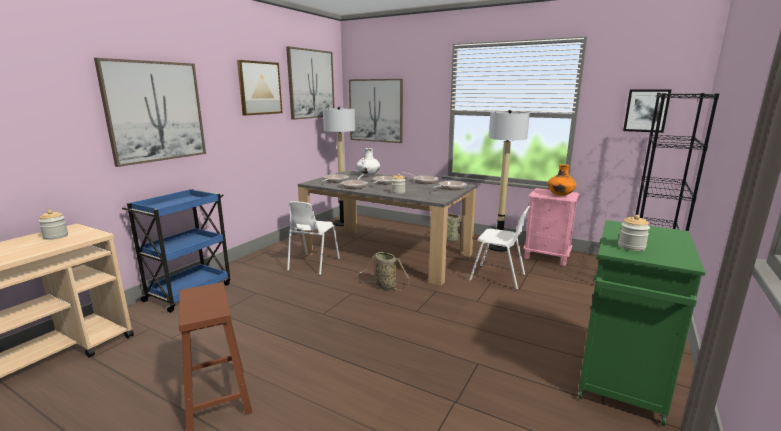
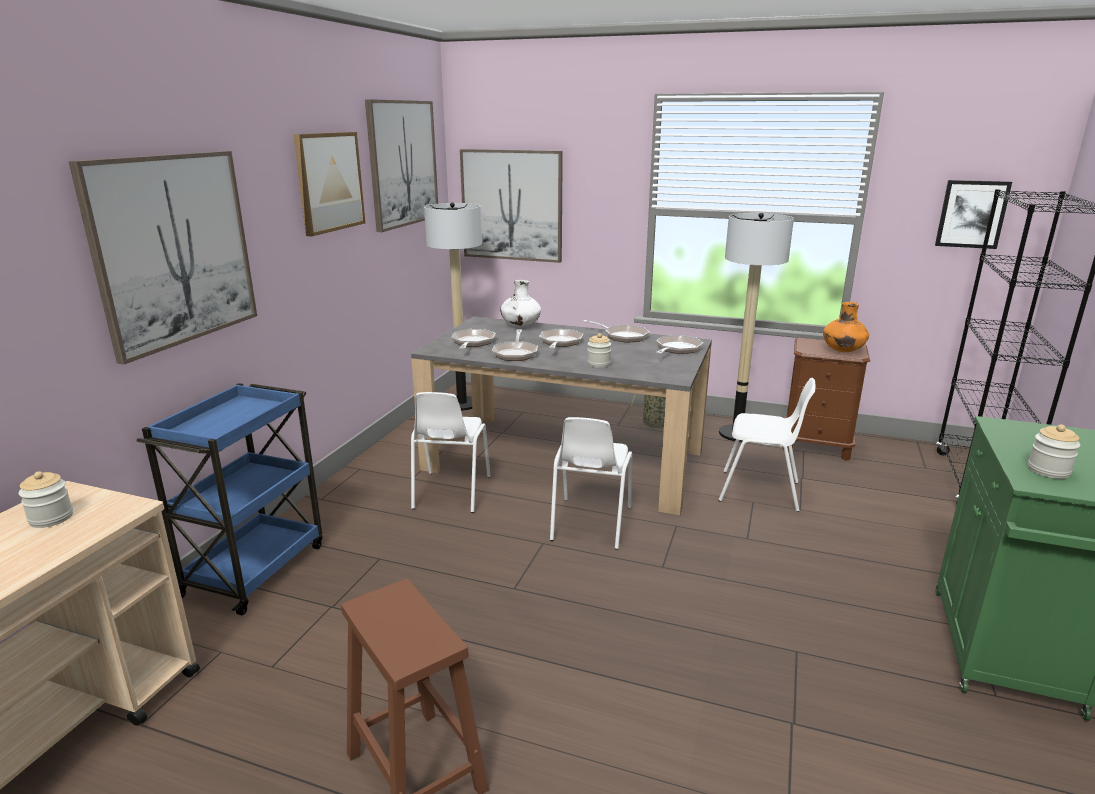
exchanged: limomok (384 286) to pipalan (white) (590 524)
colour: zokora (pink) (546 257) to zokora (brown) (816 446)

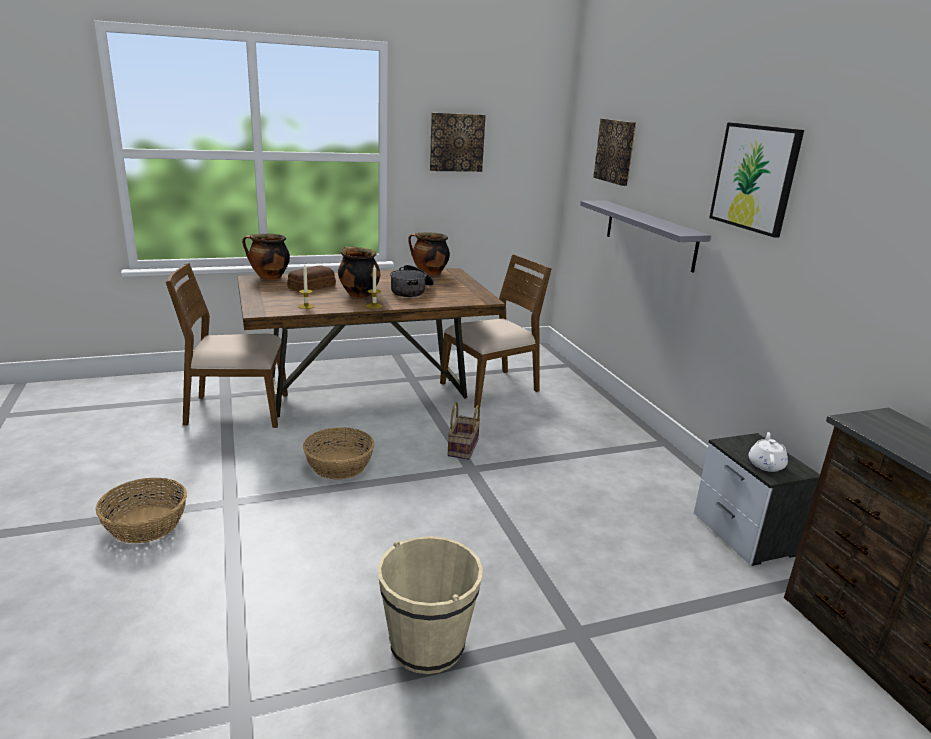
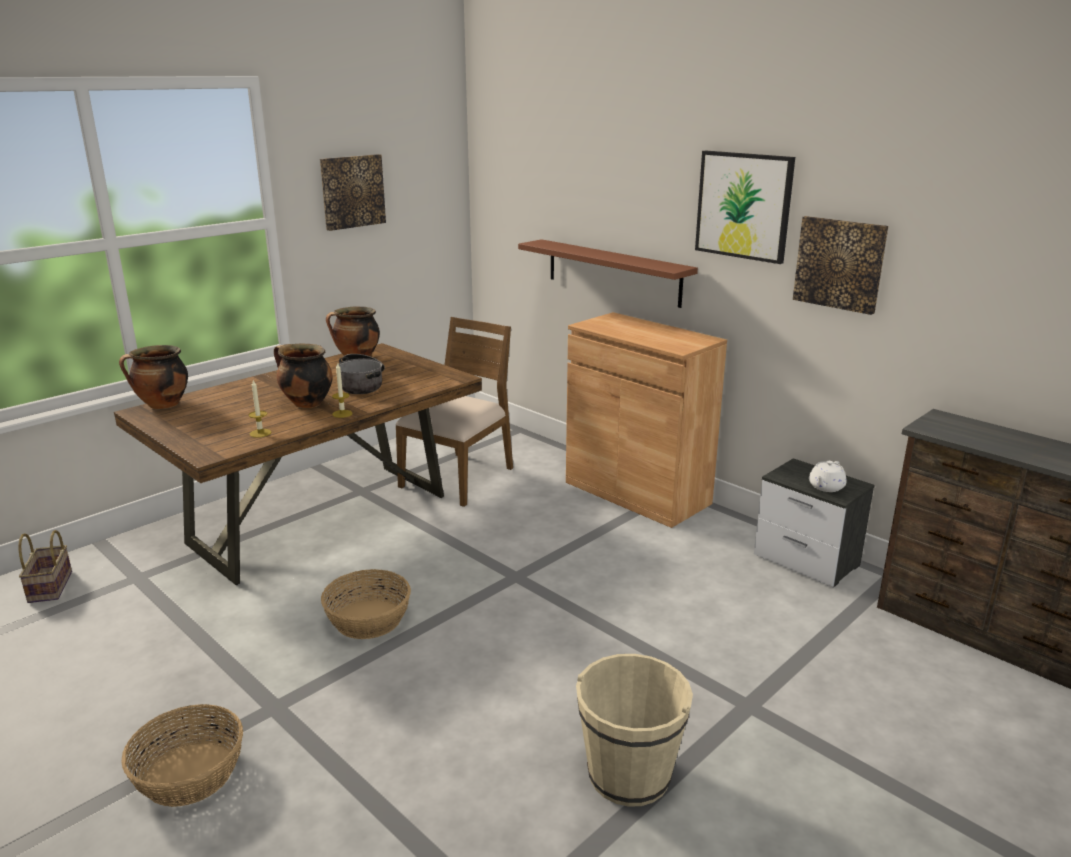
missing: pipalan (brown) (236 410); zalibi (310 287)
appeared: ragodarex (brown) (637 493)
relocated: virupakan (615 151) to (840 264); limomok (463 448) to (51 587)
colour: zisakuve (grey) (649 234) to zisakuve (brown) (613 272)
spun: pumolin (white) (766 464) = (825 487) 135 degrees counterclockwise

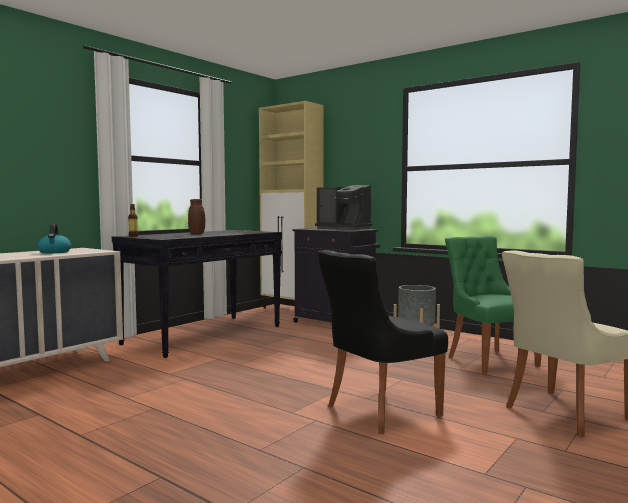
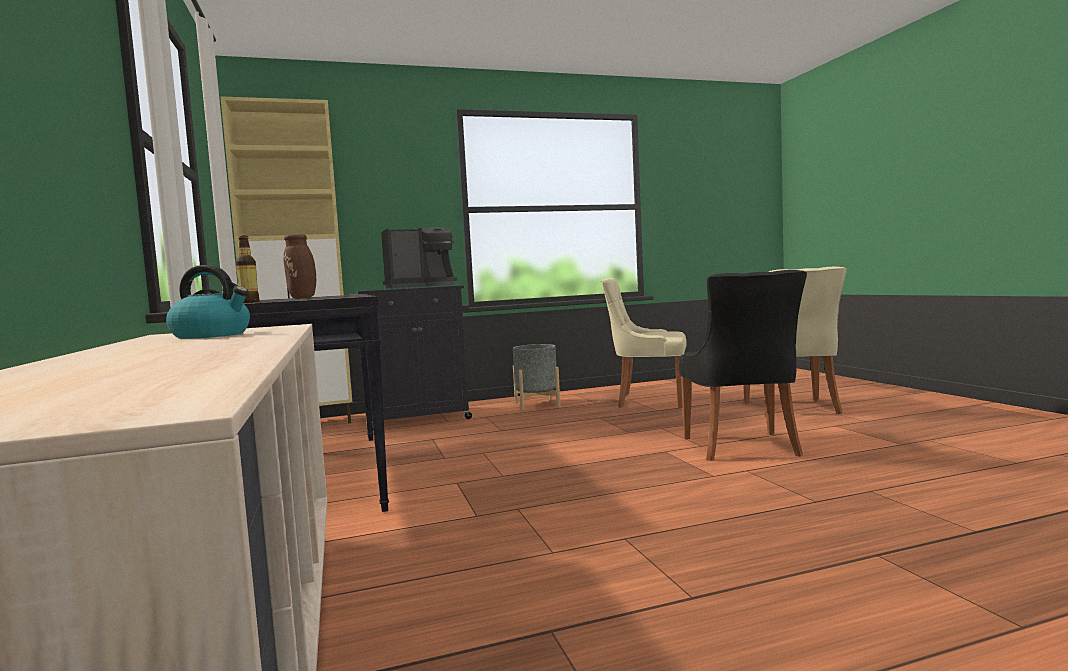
colour: pipalan (green) (489 361) to pipalan (beige) (647 400)

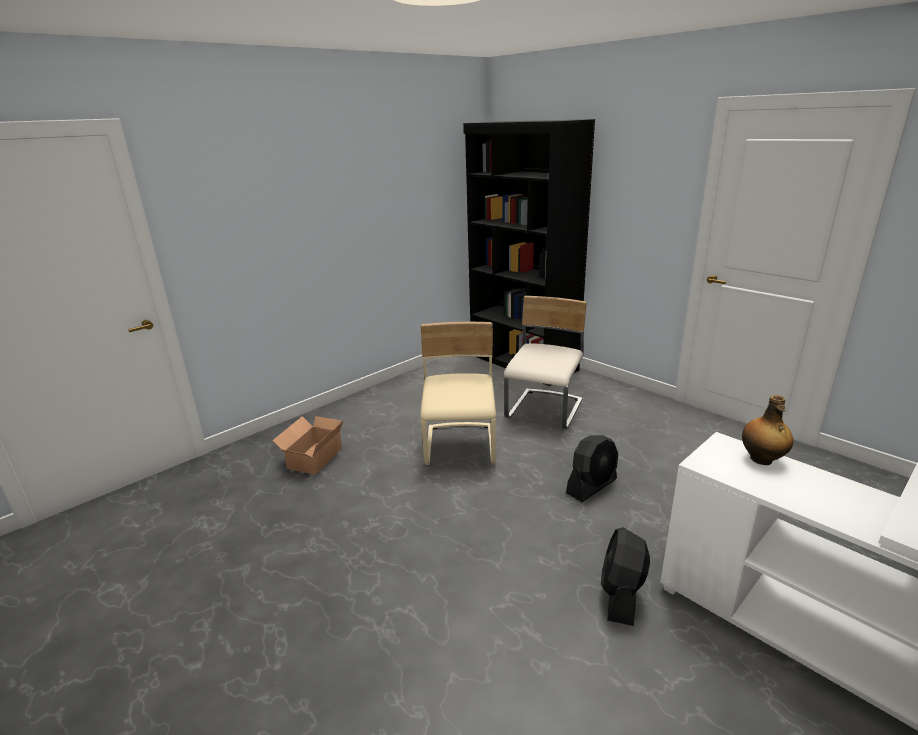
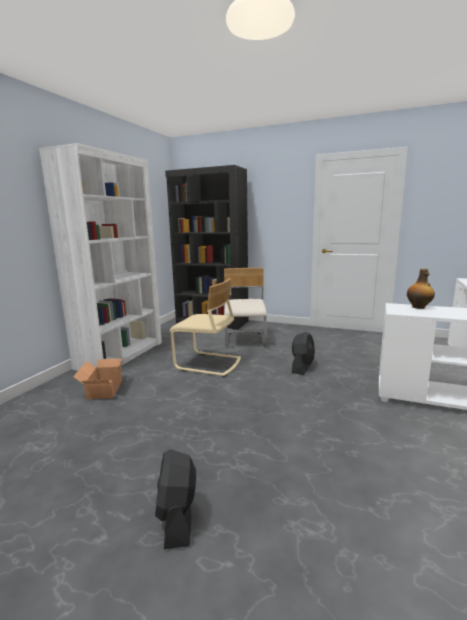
appeared: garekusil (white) (121 355)
relocated: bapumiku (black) (621 595) to (177 517)
spun: pipalan (beige) (461 446) = (208 364) 135 degrees clockwise

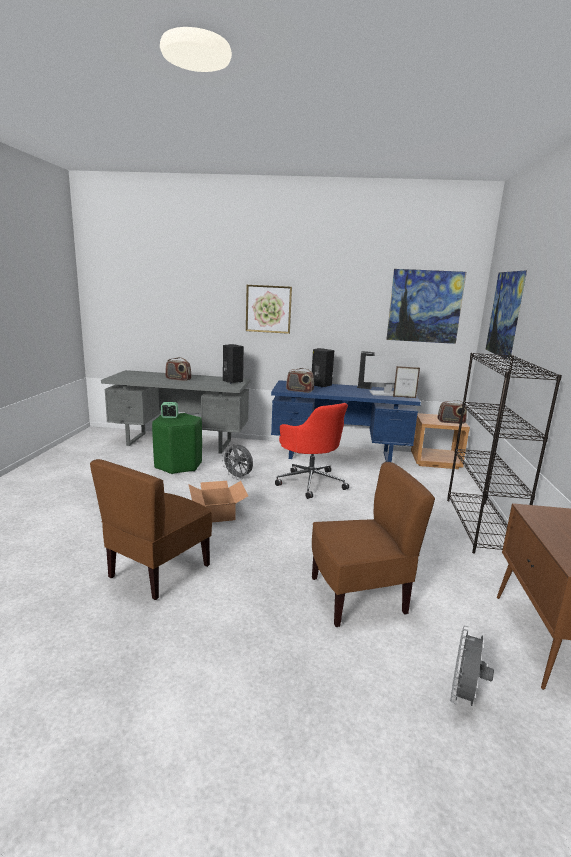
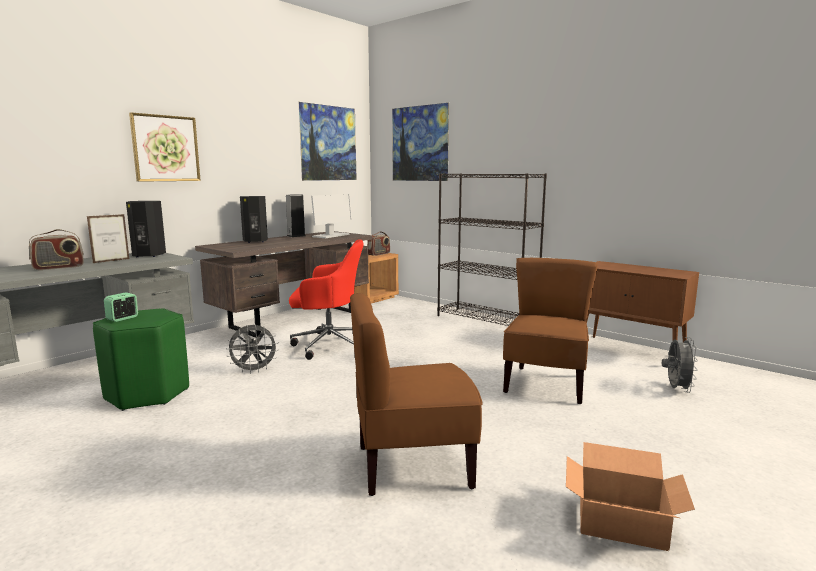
missing: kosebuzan (299 390)
relocated: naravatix (404 397) to (111 261); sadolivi (217 513) to (622 523)
colour: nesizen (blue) (340 455) to nesizen (brown) (294 319)
spun: pipalan (brown) (158 571) = (412 465) 105 degrees clockwise; bapumiku (grey) (463 697) = (676 389) 135 degrees counterclockwise

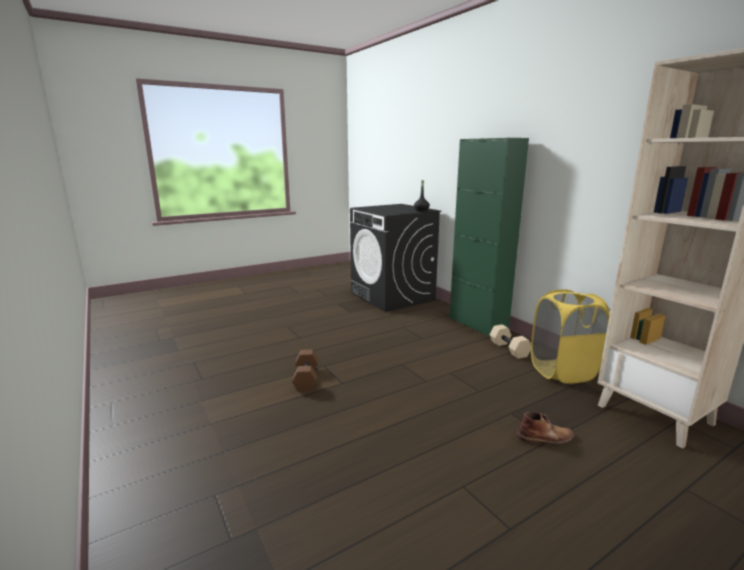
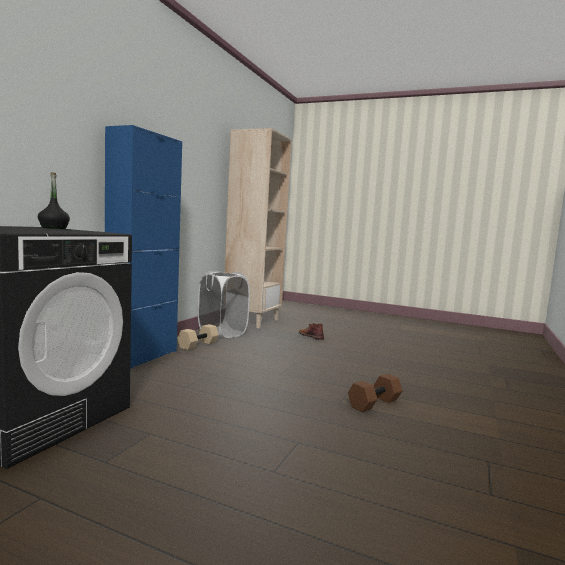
colour: ragodarex (green) (477 324) to ragodarex (blue) (142 357); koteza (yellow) (562 371) to koteza (white) (222 333)

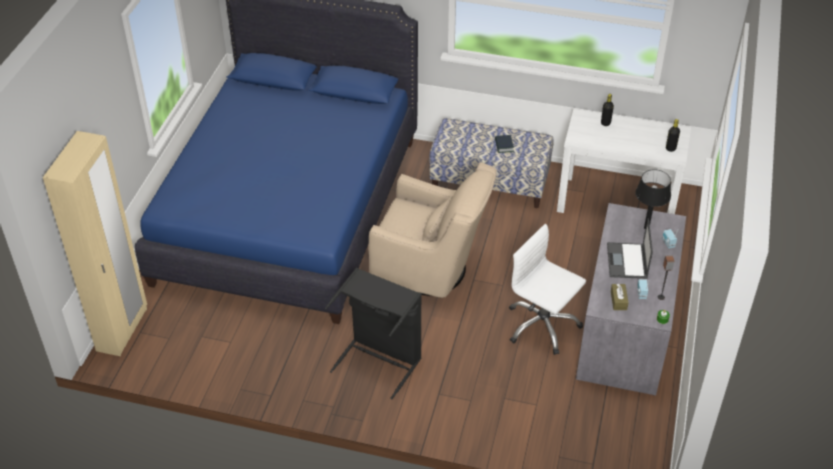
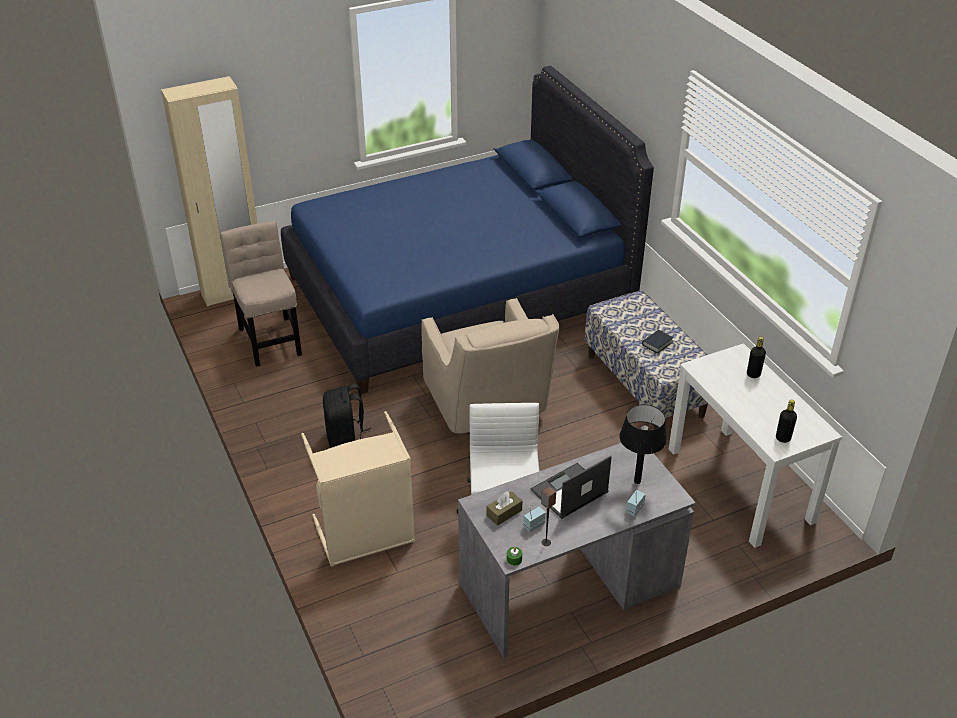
appeared: pipalan (beige) (270 339); koteza (beige) (366 537)
exchanged: koteza (black) (380 359) to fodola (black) (347 440)

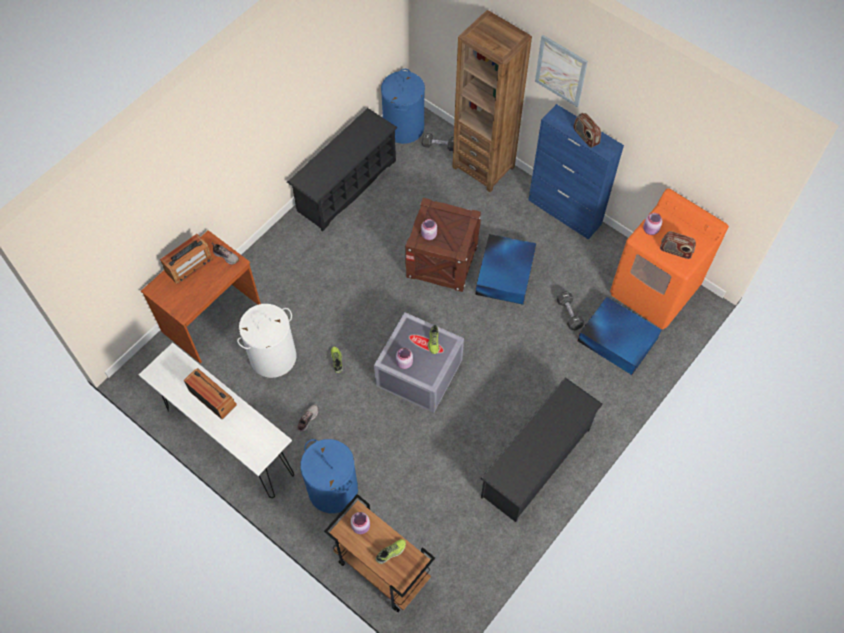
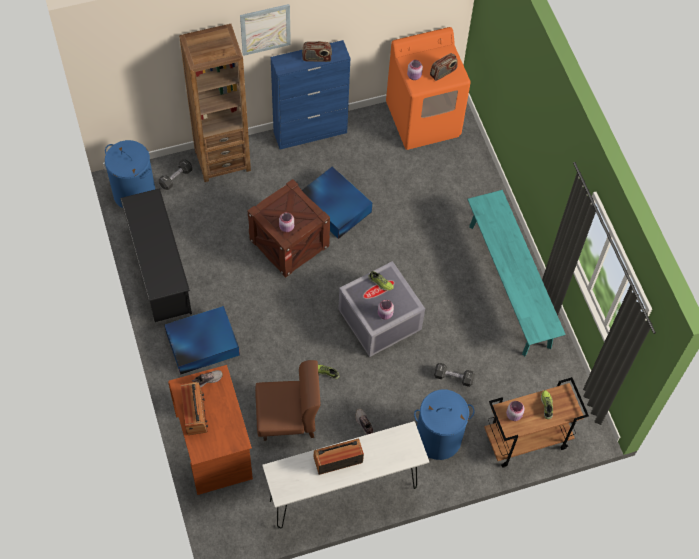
relocated: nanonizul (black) (569 314) to (453 377); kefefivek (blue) (616 339) to (201 344)
exchanged: koteza (white) (273 357) to pipalan (brown) (288 418); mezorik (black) (536 462) to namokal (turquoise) (509 285)

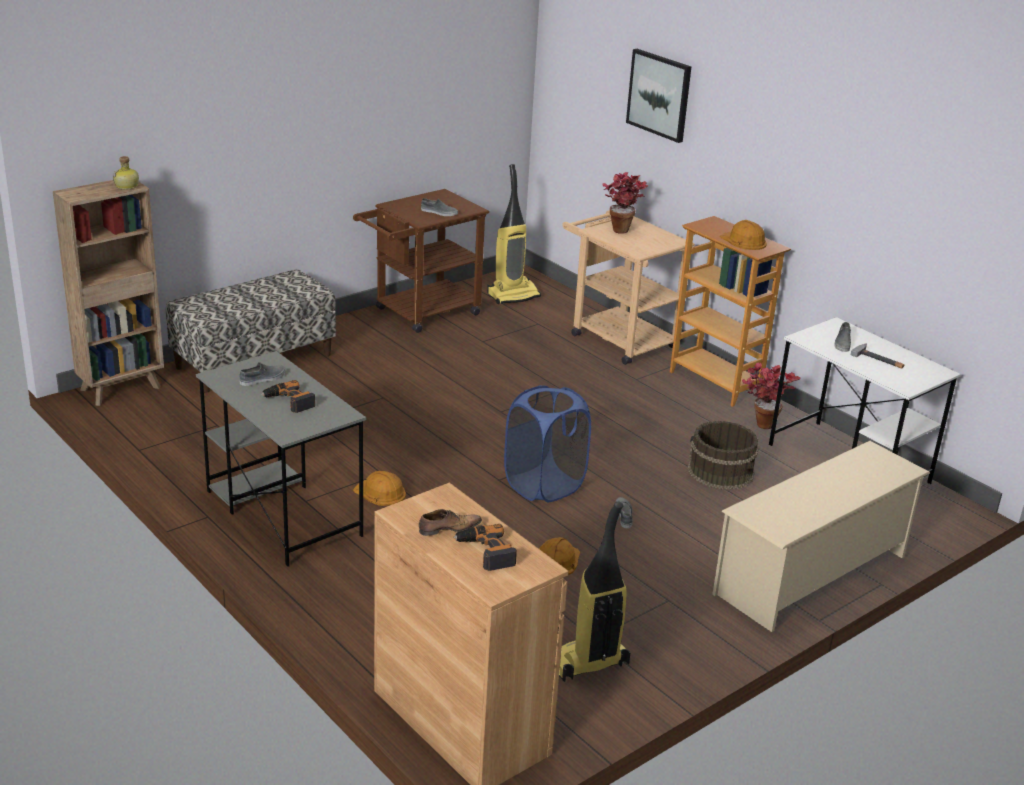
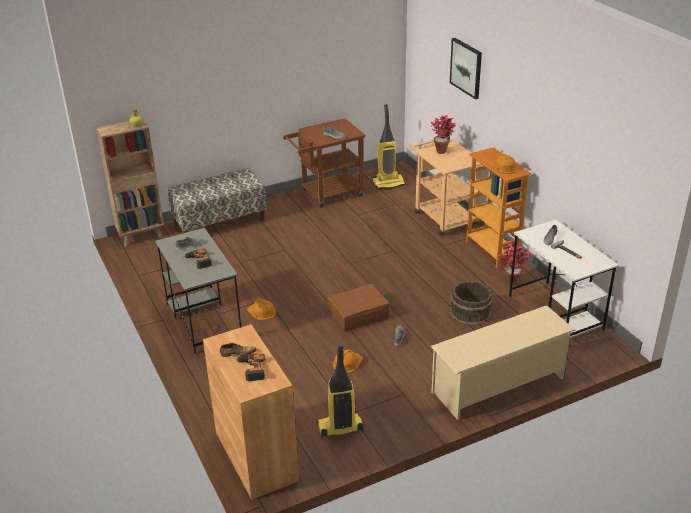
exchanged: koteza (blue) (544 485) to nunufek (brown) (358 314)

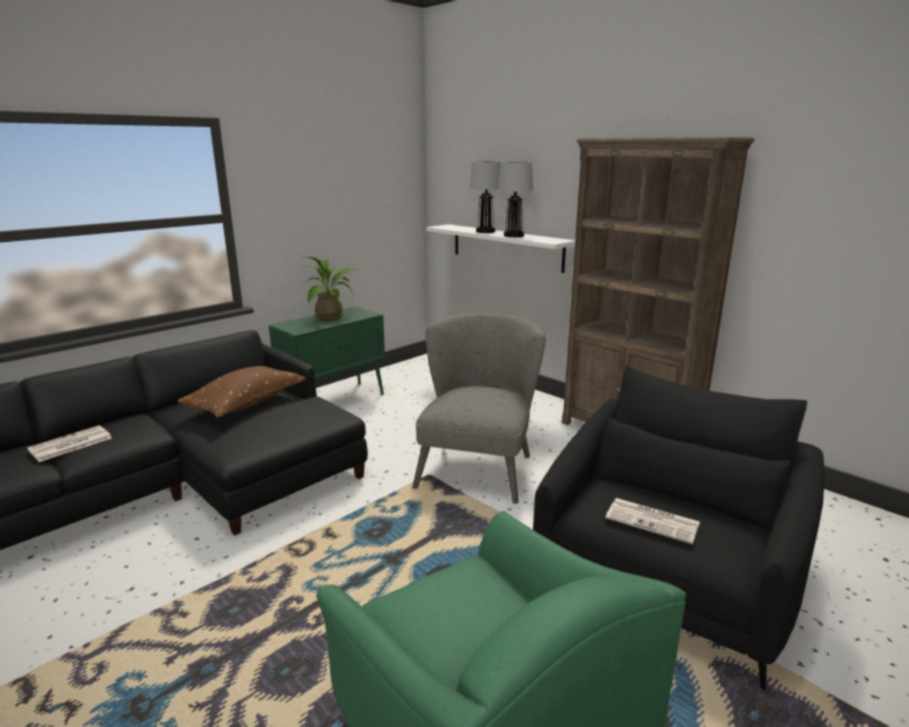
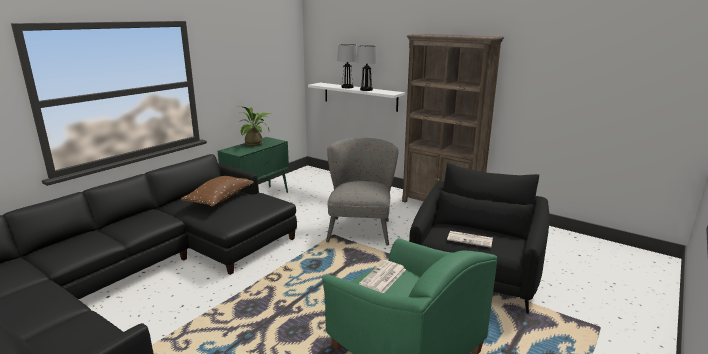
relocated: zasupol (70 444) to (383 277)

